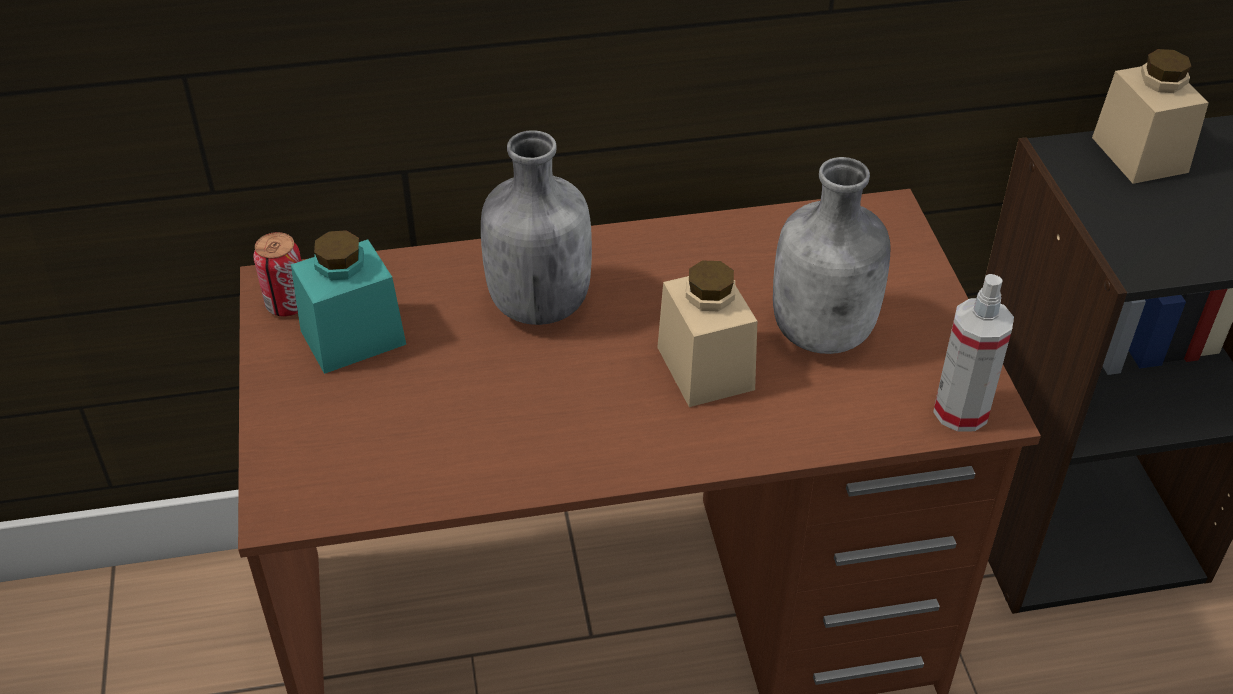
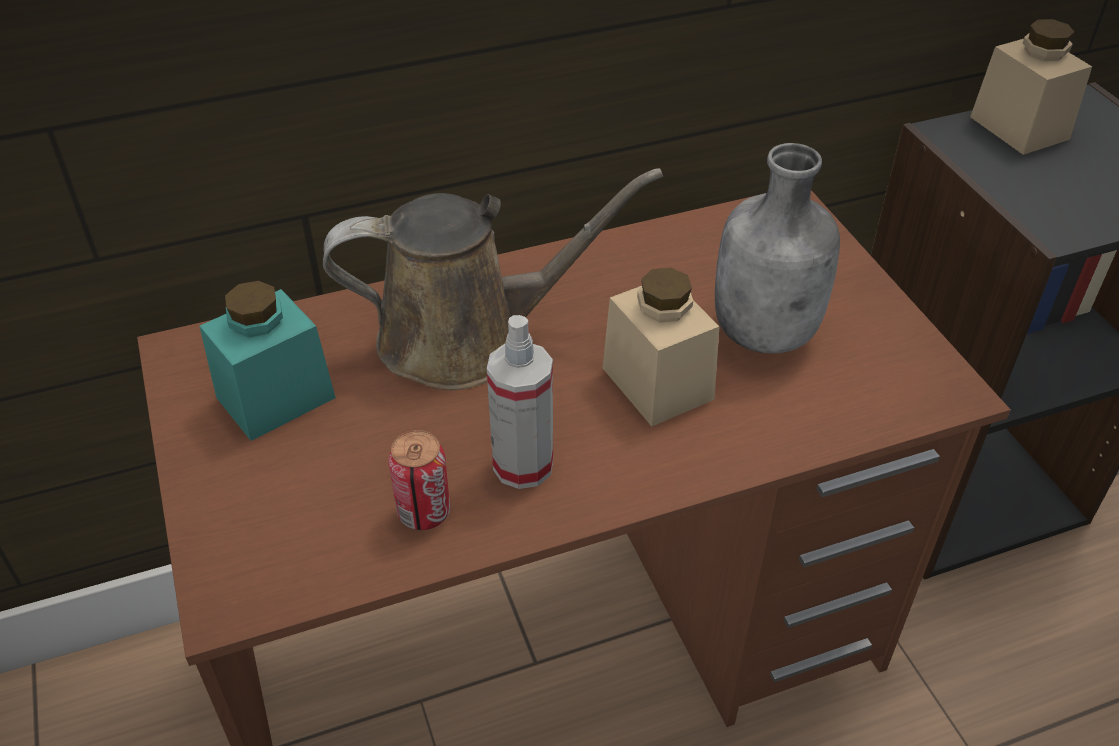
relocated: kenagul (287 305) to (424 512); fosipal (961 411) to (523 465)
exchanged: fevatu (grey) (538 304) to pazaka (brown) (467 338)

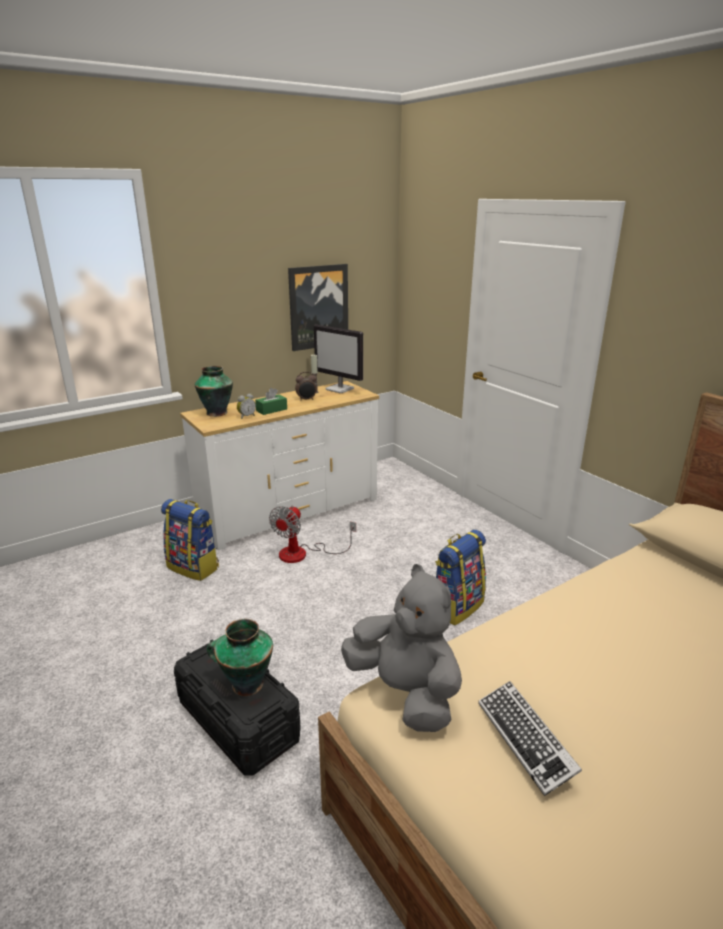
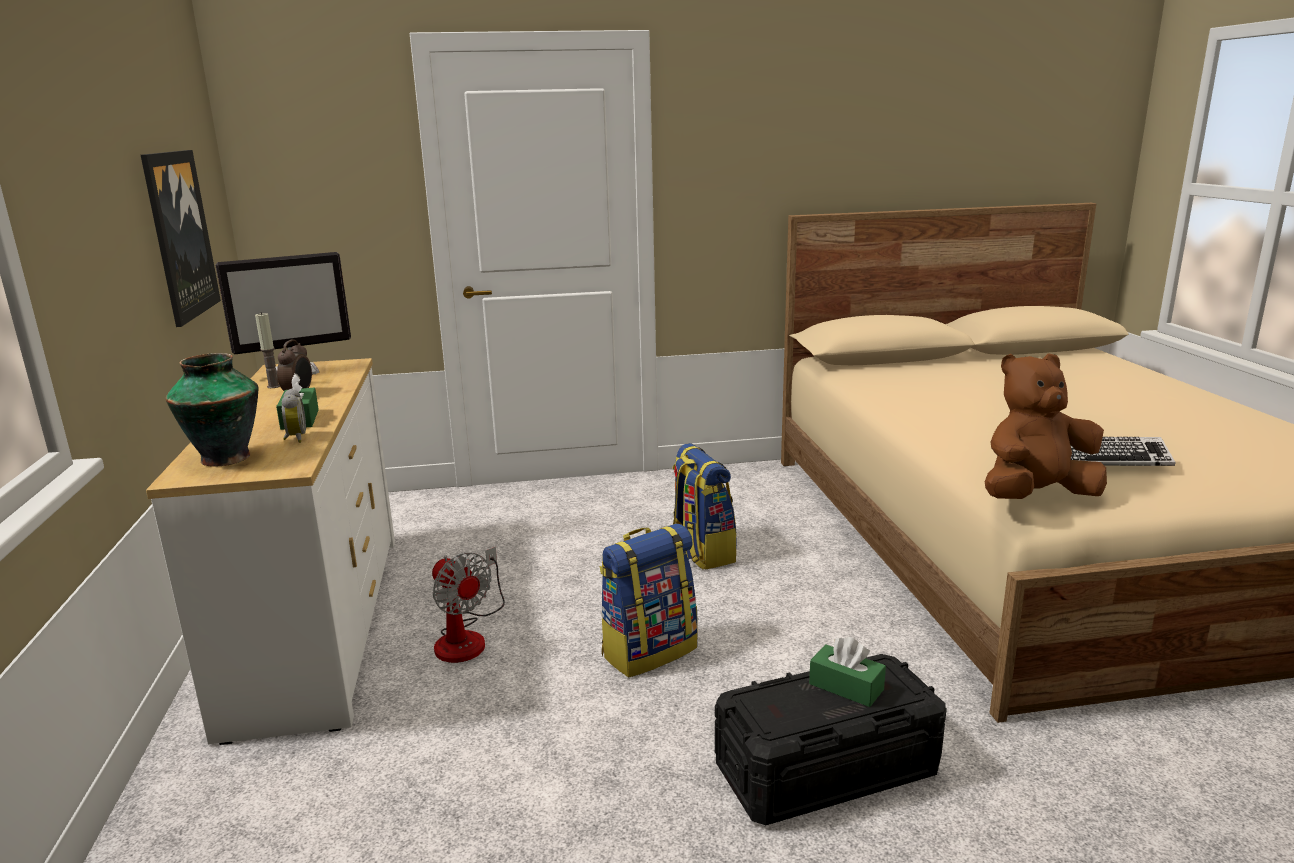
relocated: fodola (194 567) to (649 651)
exchanged: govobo (246 684) to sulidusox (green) (846 687)
colour: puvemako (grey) (405 692) to puvemako (brown) (1035 497)

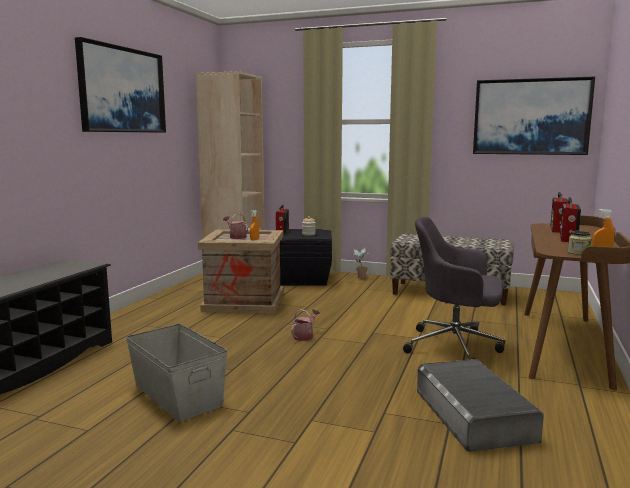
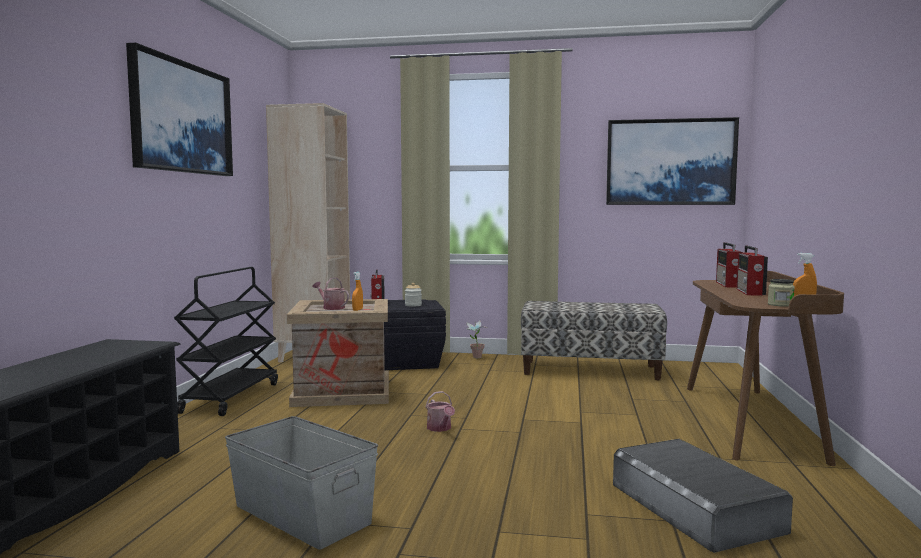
missing: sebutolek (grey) (455 346)
appeared: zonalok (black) (230 397)
spun: pazaka (305 336) = (440 428) 135 degrees clockwise

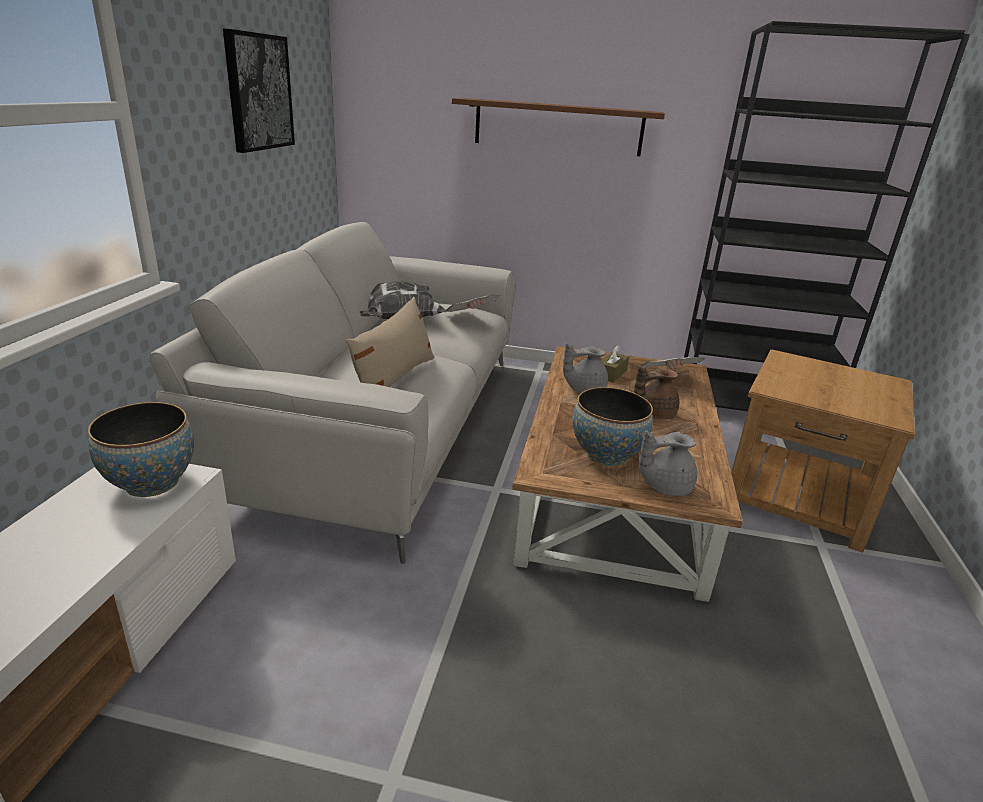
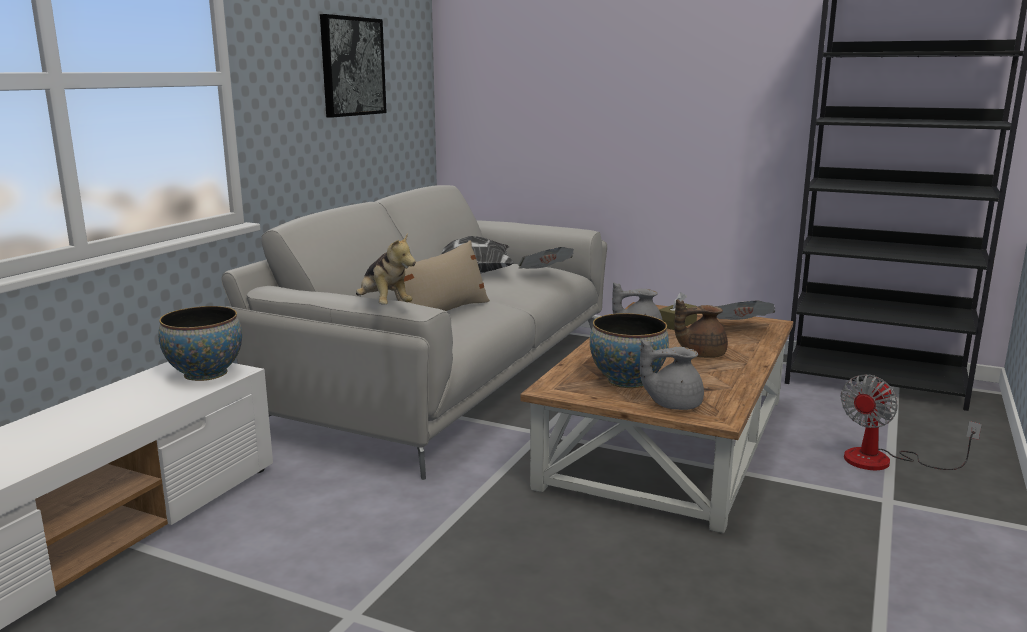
missing: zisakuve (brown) (558 127)
appeared: puvemako (383 306)
exchanged: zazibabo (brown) (797 497) to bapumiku (884 461)

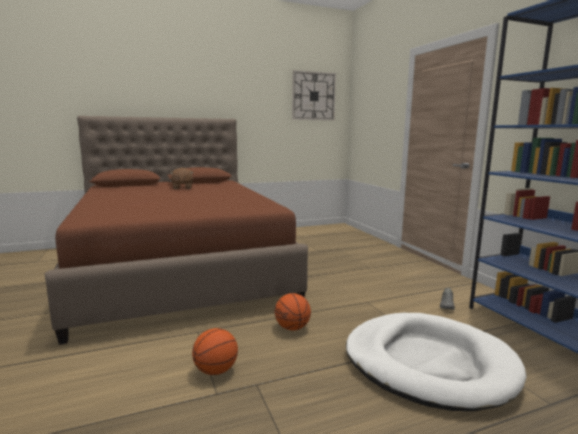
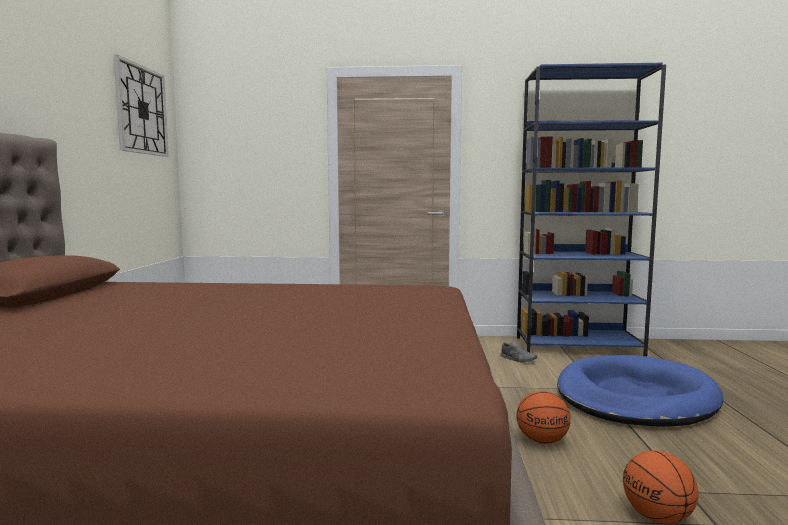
missing: puvemako (brown) (182 187)
colour: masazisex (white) (428 363) to masazisex (blue) (635 397)

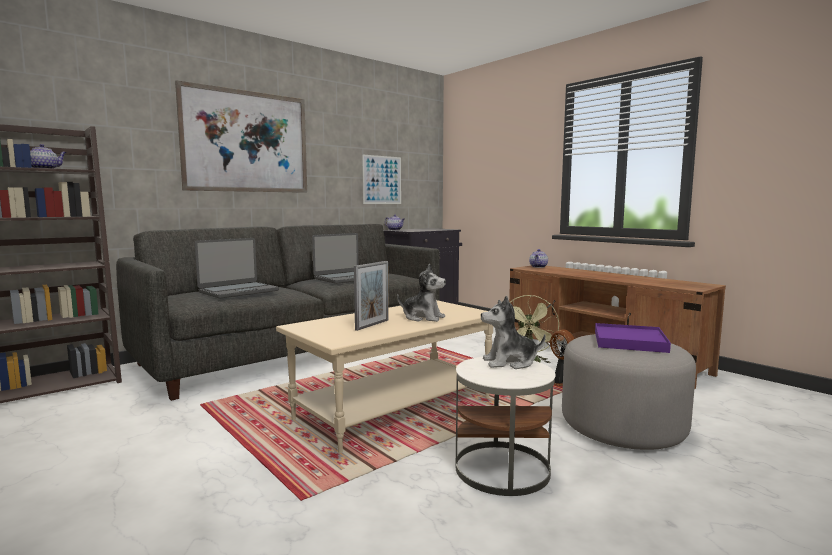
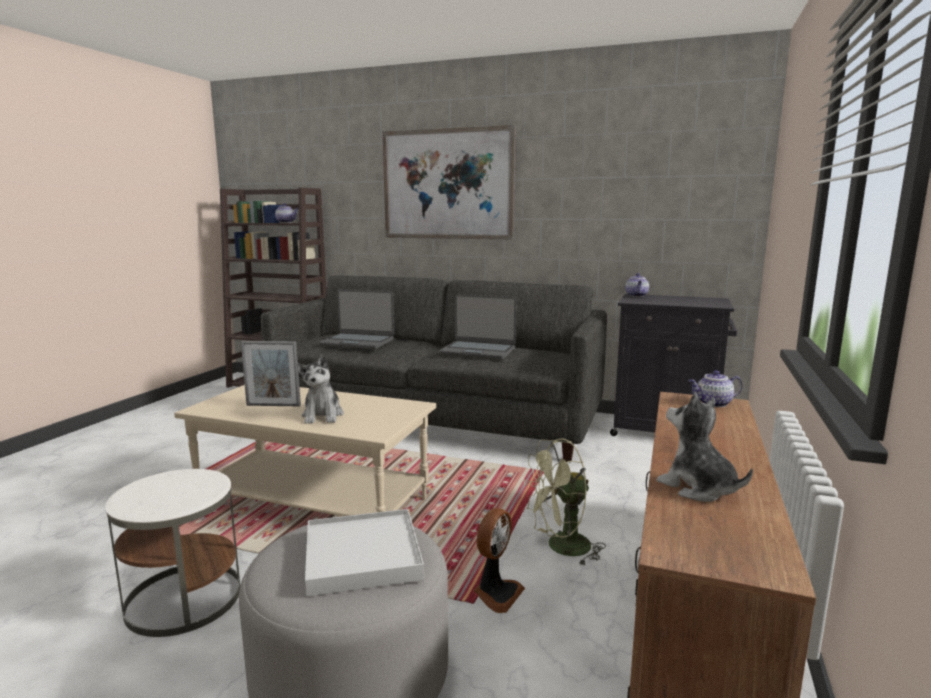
missing: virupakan (382 180)
relocated: puvemako (510 362) to (698 488)
colour: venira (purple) (629 341) to venira (white) (363 555)

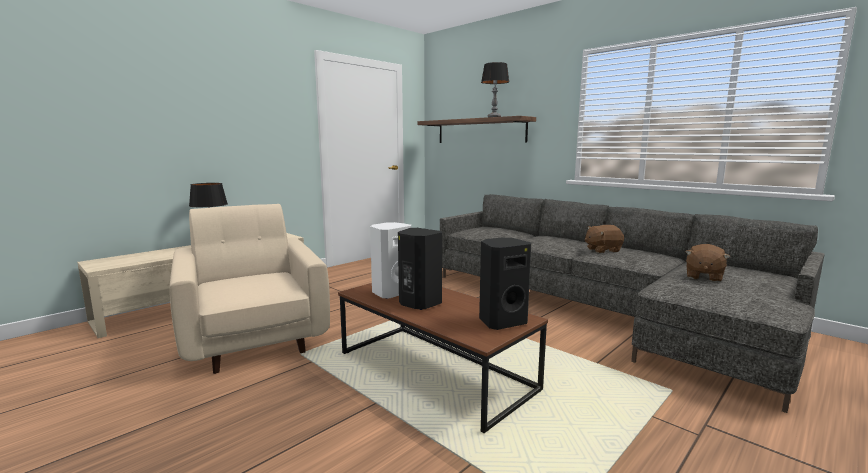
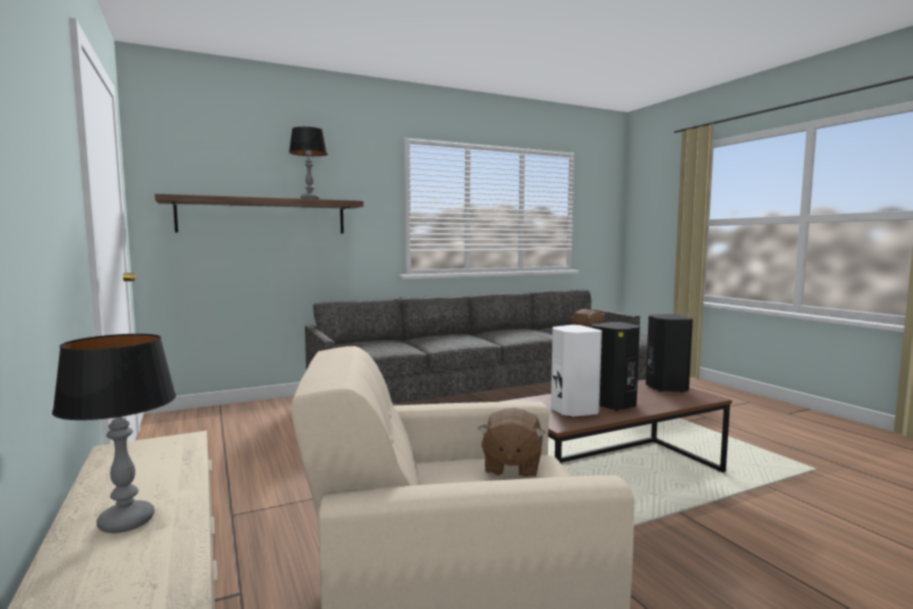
relocated: puvemako (brown) (602 250) to (511 466)

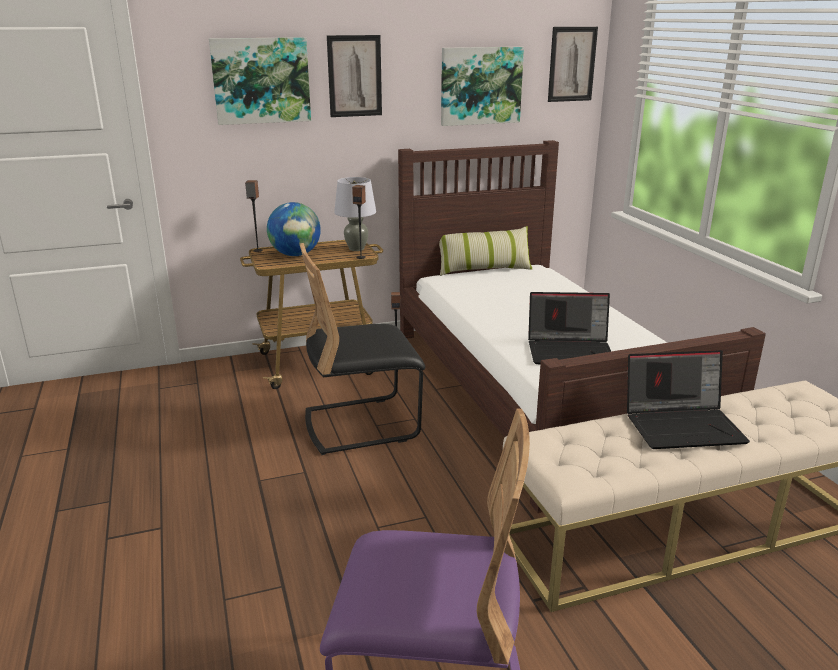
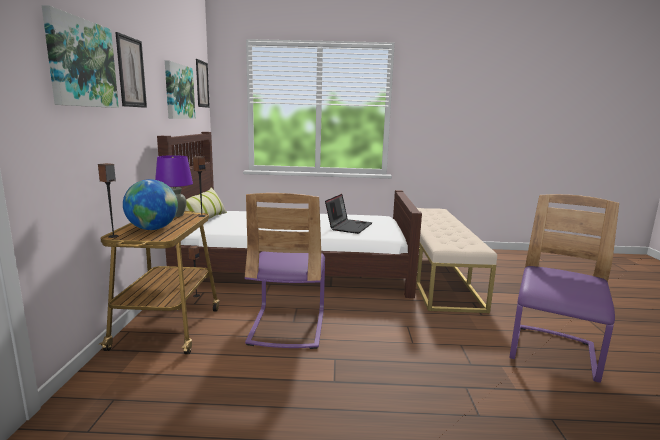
missing: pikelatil (683 425)
colour: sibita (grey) (356 249) to sibita (purple) (176 215); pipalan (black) (361 424) to pipalan (purple) (287 326)

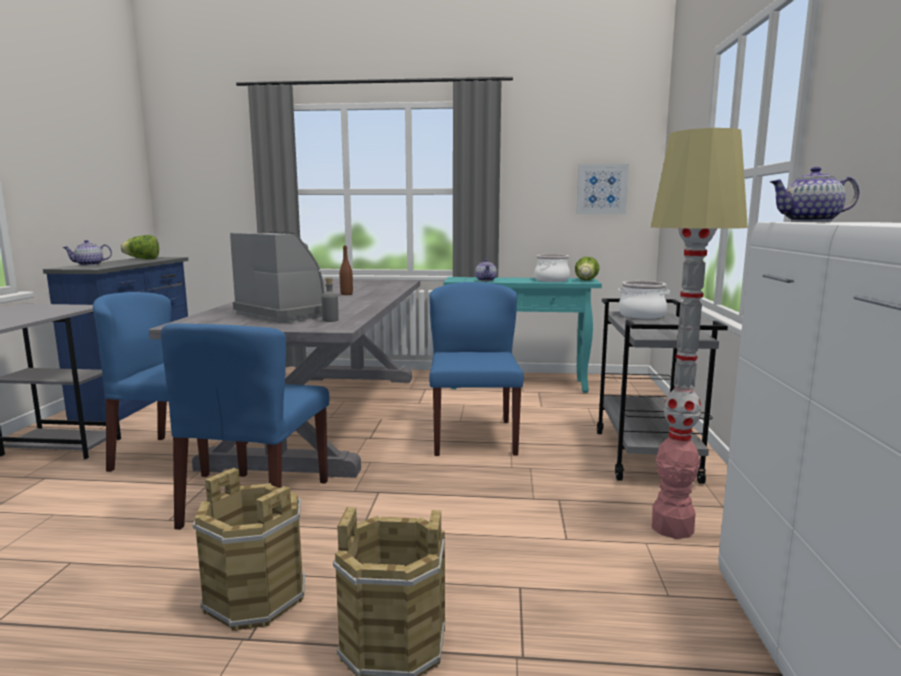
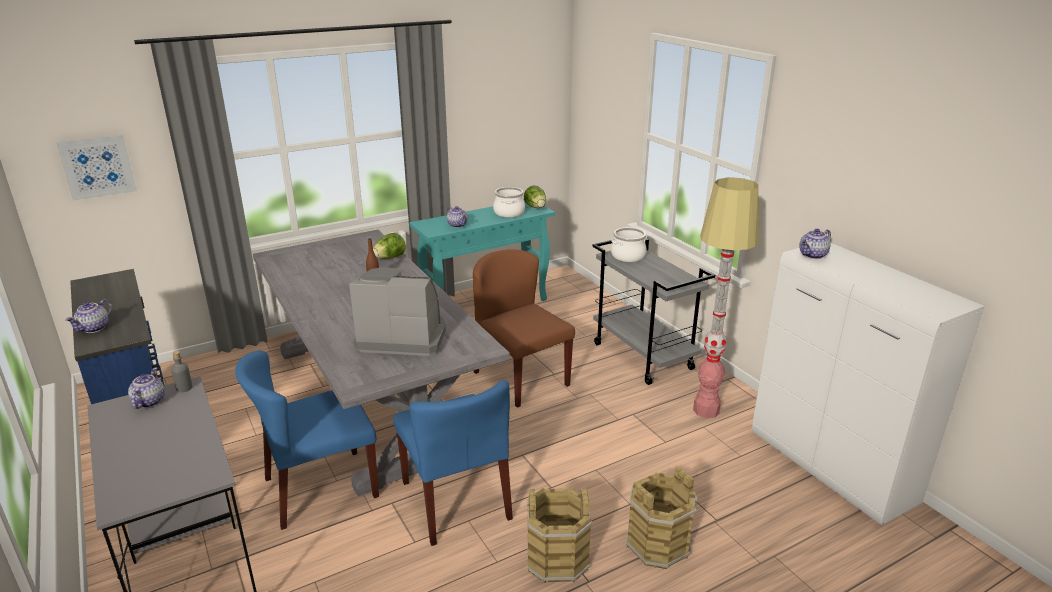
appeared: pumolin (148 401)
relocated: virupakan (601 189) to (97 166); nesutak (142 259) to (389 258); fevatu (grey) (330 320) to (184 388)
colour: pipalan (blue) (473 437) to pipalan (brown) (520 378)

